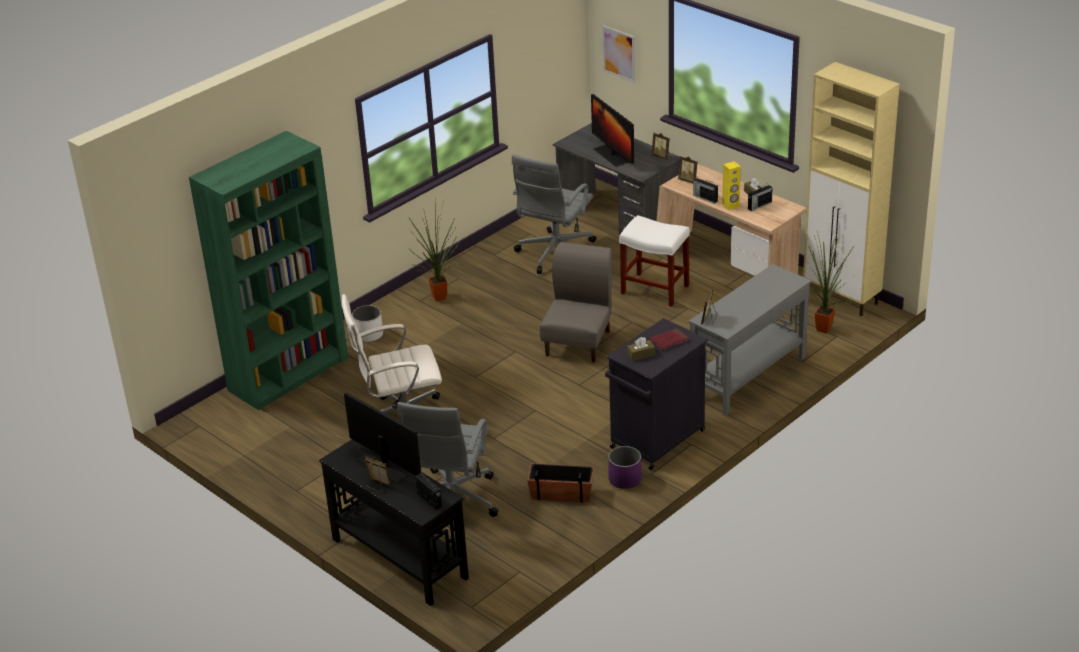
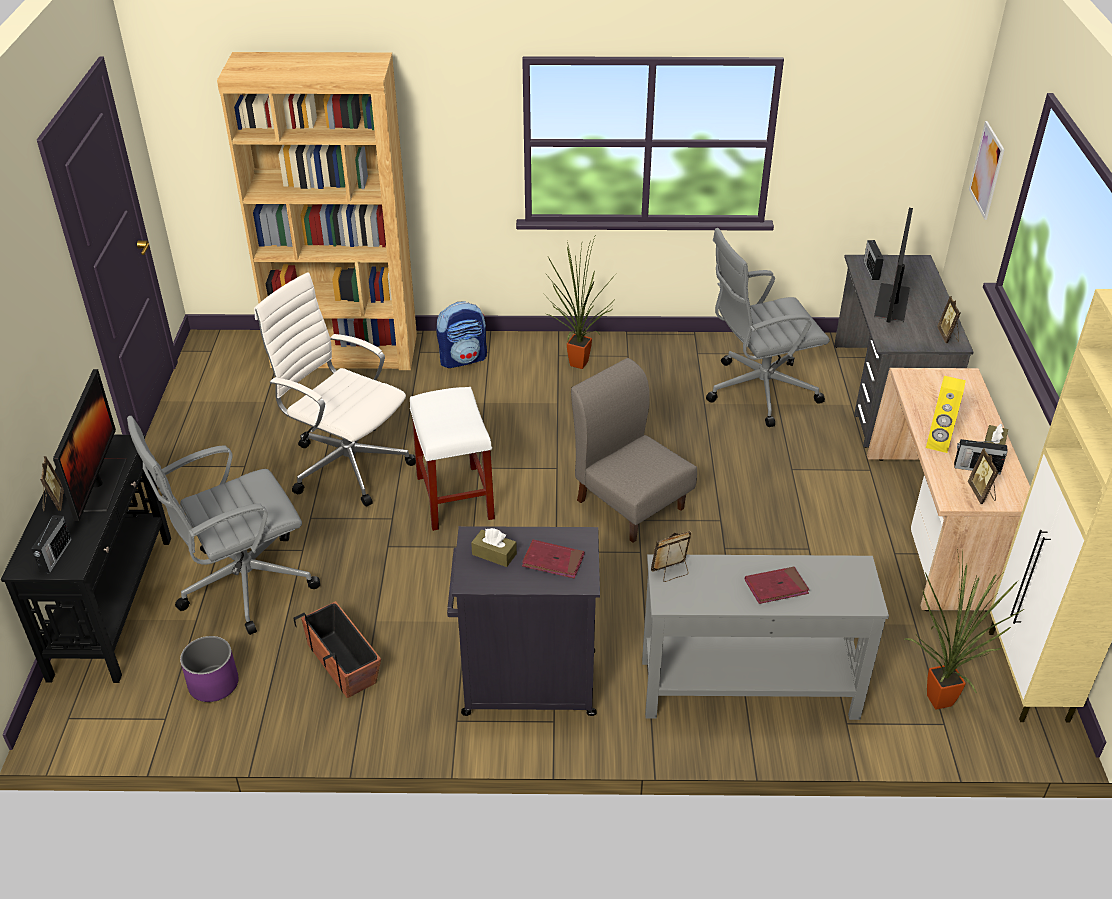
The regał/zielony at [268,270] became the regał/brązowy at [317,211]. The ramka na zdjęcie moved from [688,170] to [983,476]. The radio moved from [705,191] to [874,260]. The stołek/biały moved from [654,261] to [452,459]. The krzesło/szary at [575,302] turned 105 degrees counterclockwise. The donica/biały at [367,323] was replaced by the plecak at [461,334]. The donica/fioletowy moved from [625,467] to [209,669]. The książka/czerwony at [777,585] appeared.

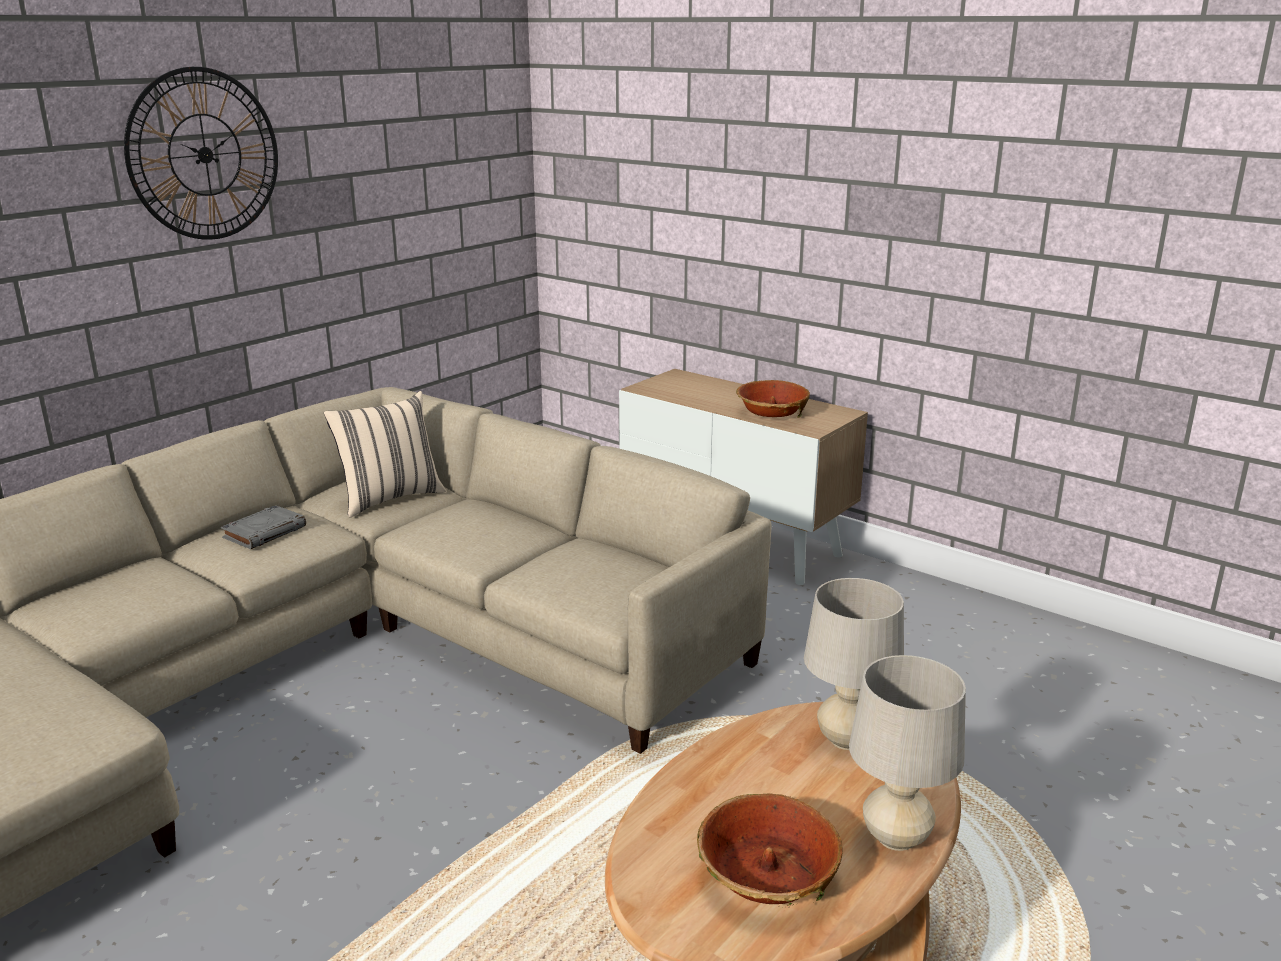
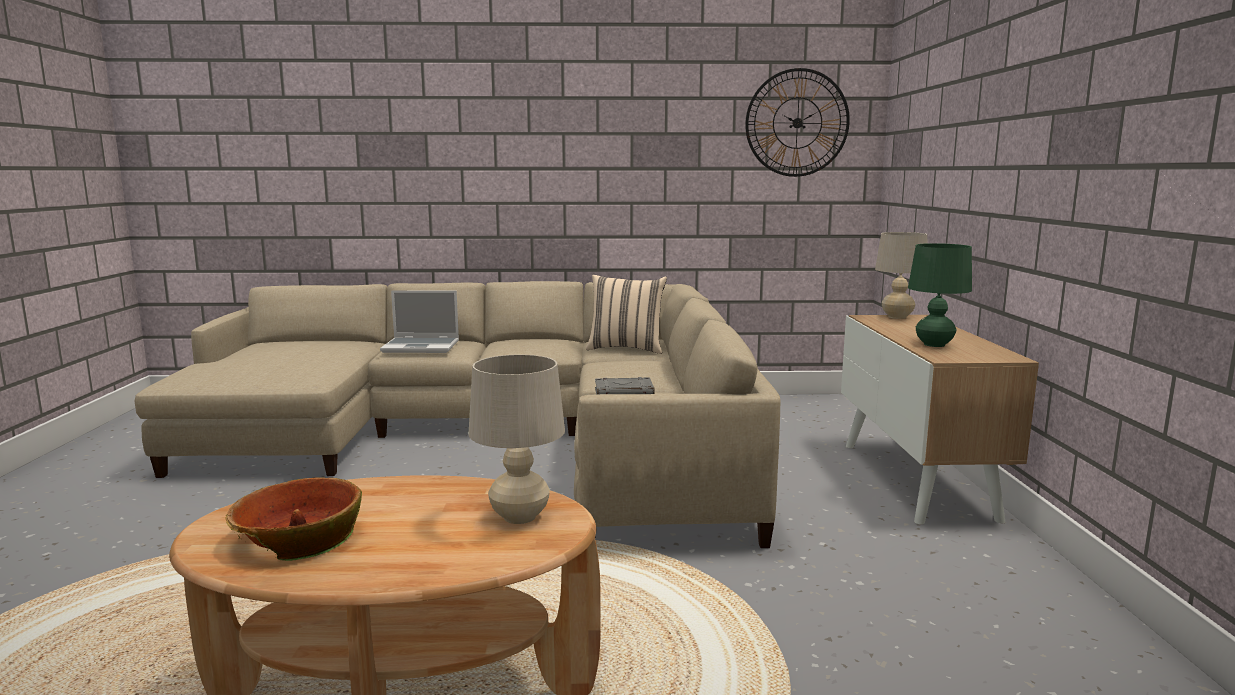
The zegar ścienny moved from [201,153] to [797,122]. The miska at [773,399] was replaced by the lampa stołowa/zielony at [940,295]. The książka/szary moved from [263,527] to [625,386]. The lampa stołowa/beżowy moved from [907,753] to [901,275]. The laptop at [419,322] appeared.

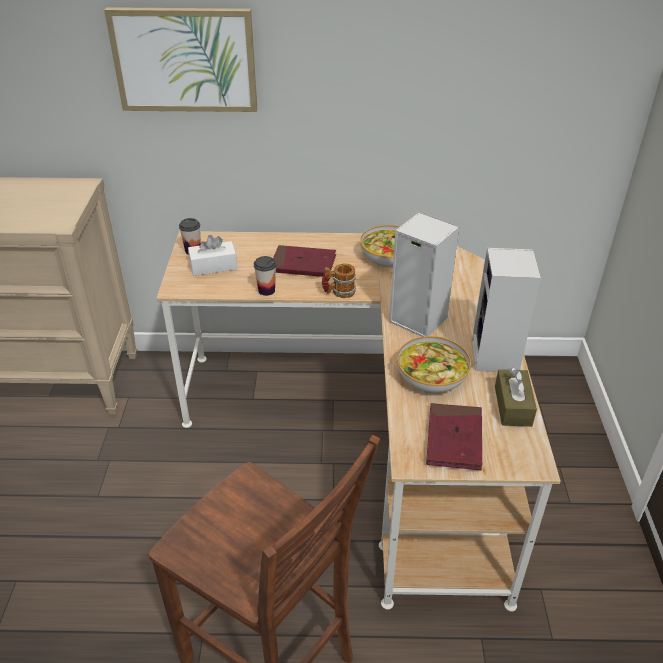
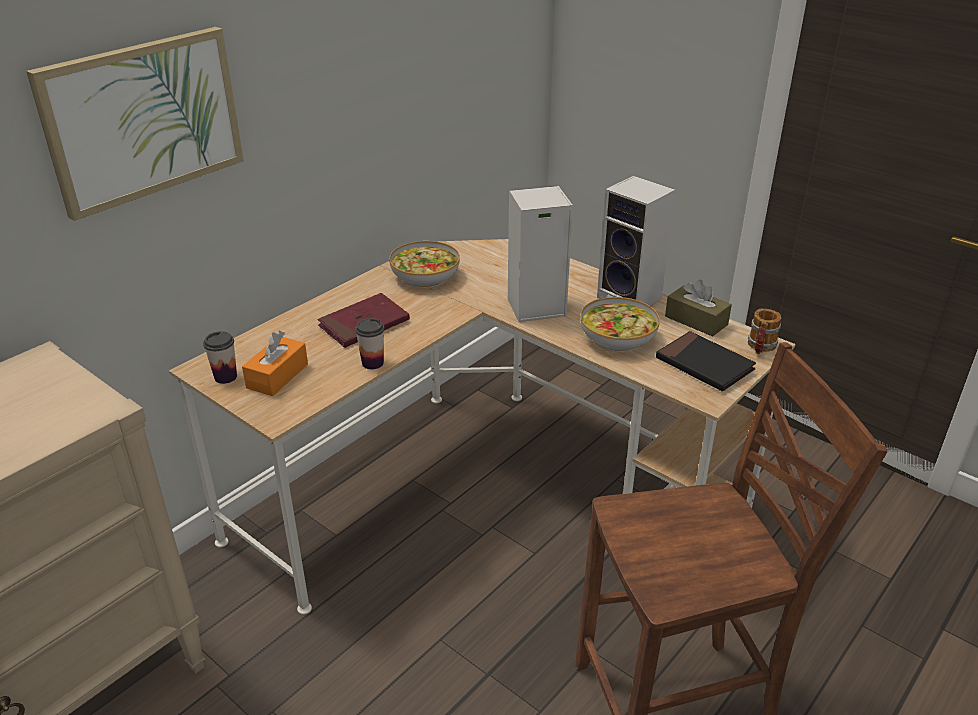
The pudełko chusteczek/biały at [212,255] became the pudełko chusteczek/pomarańczowy at [275,363]. The kubek moved from [339,280] to [764,331]. The książka/czerwony at [454,436] became the książka/czarny at [706,361].

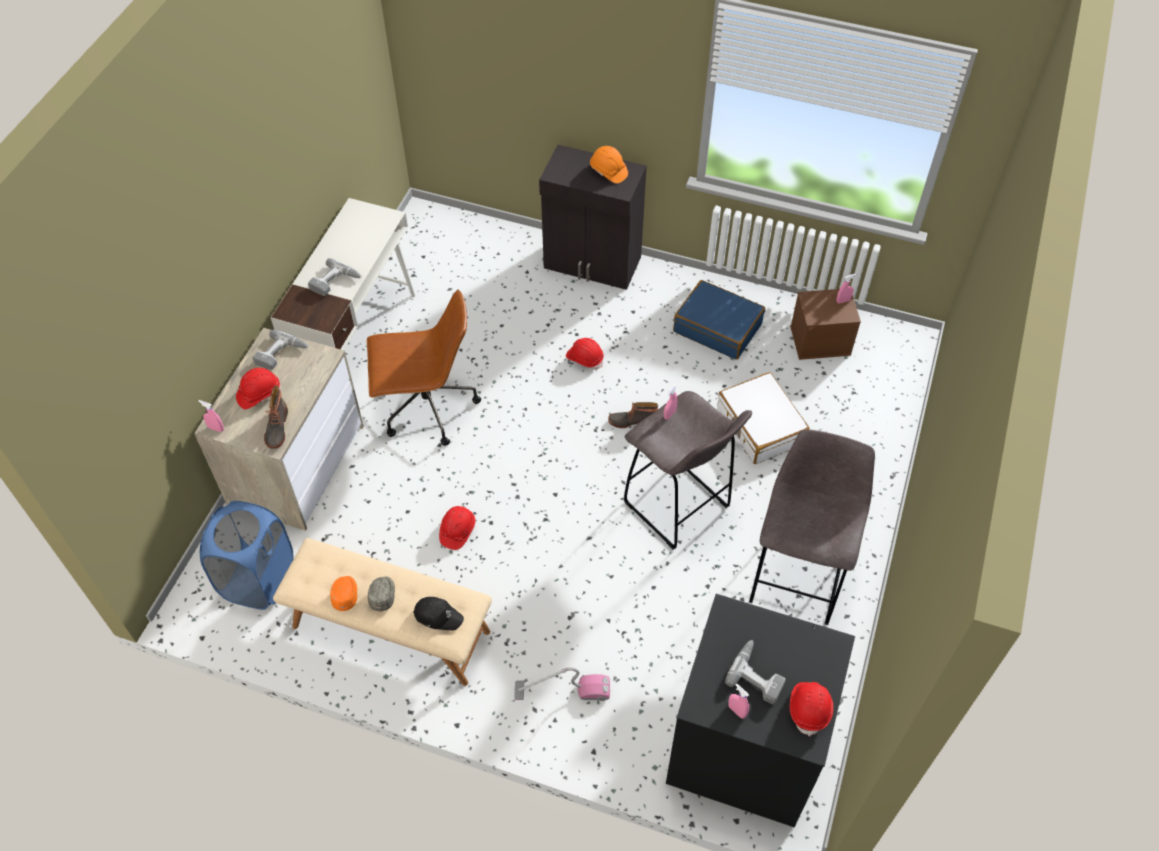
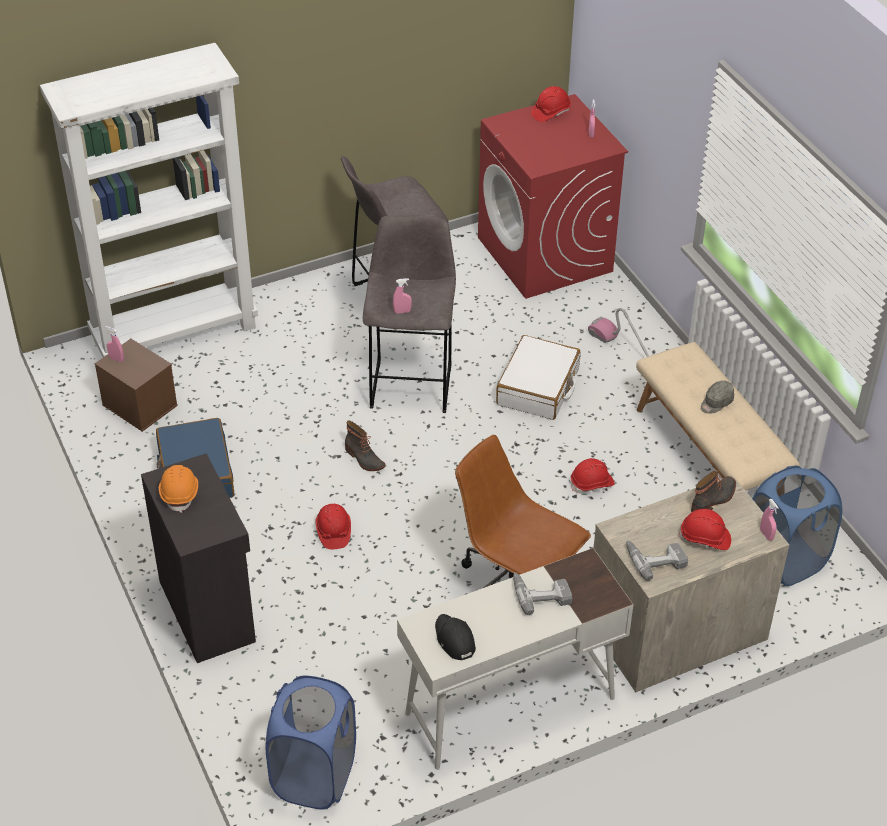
The walizka/biały moved from [764,418] to [538,377]. The czapka z daszkiem/pomarańczowy at [343,593] disappeared. The pralka/czarny at [760,710] became the pralka/czerwony at [553,196]. The czapka z daszkiem/czarny moved from [438,613] to [455,637]. The wiertarka at [755,672] disappeared. The regał/biały at [149,200] appeared. The kosz na pranie/niebieski at [310,743] appeared.

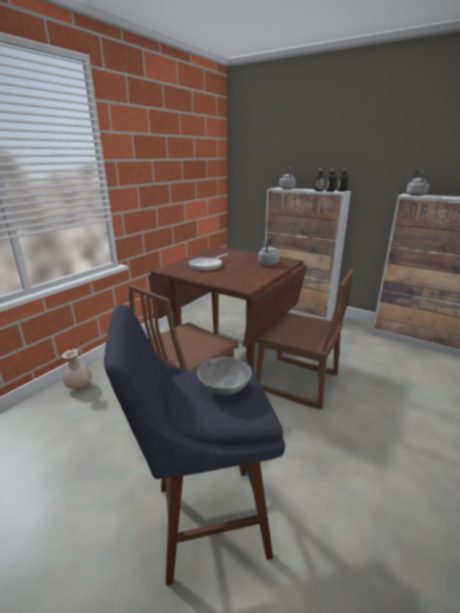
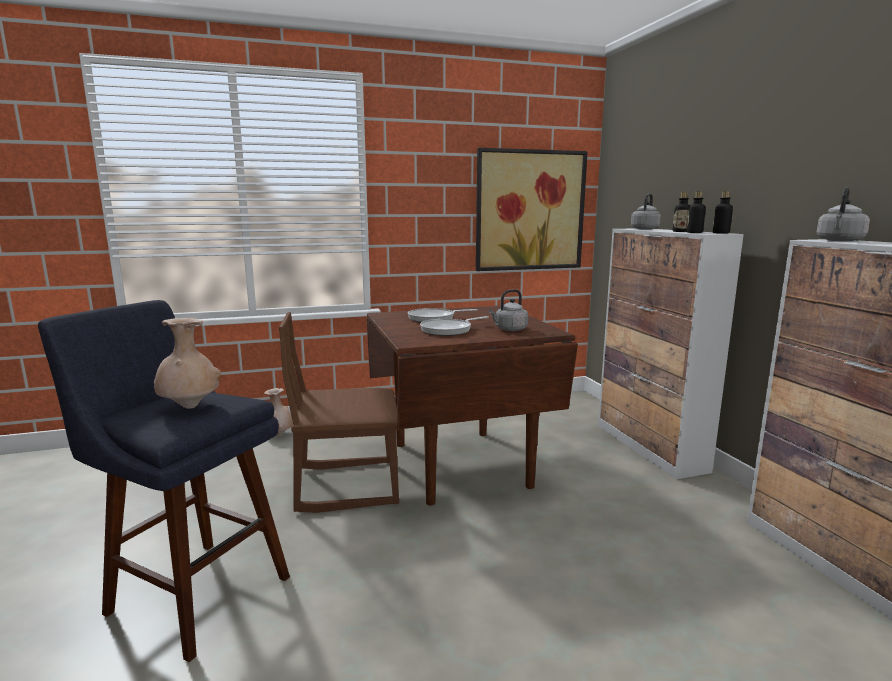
The krzesło/brązowy at [304,339] disappeared. The miska/szary at [224,376] was replaced by the wazon/beżowy at [187,363]. The obraz at [532,209] appeared. The patelnia at [454,326] appeared.

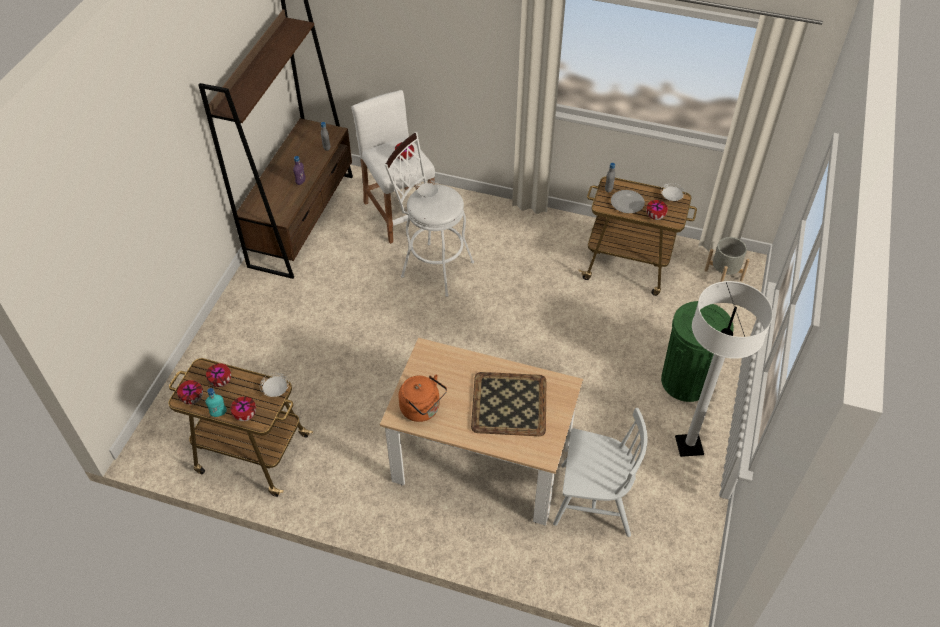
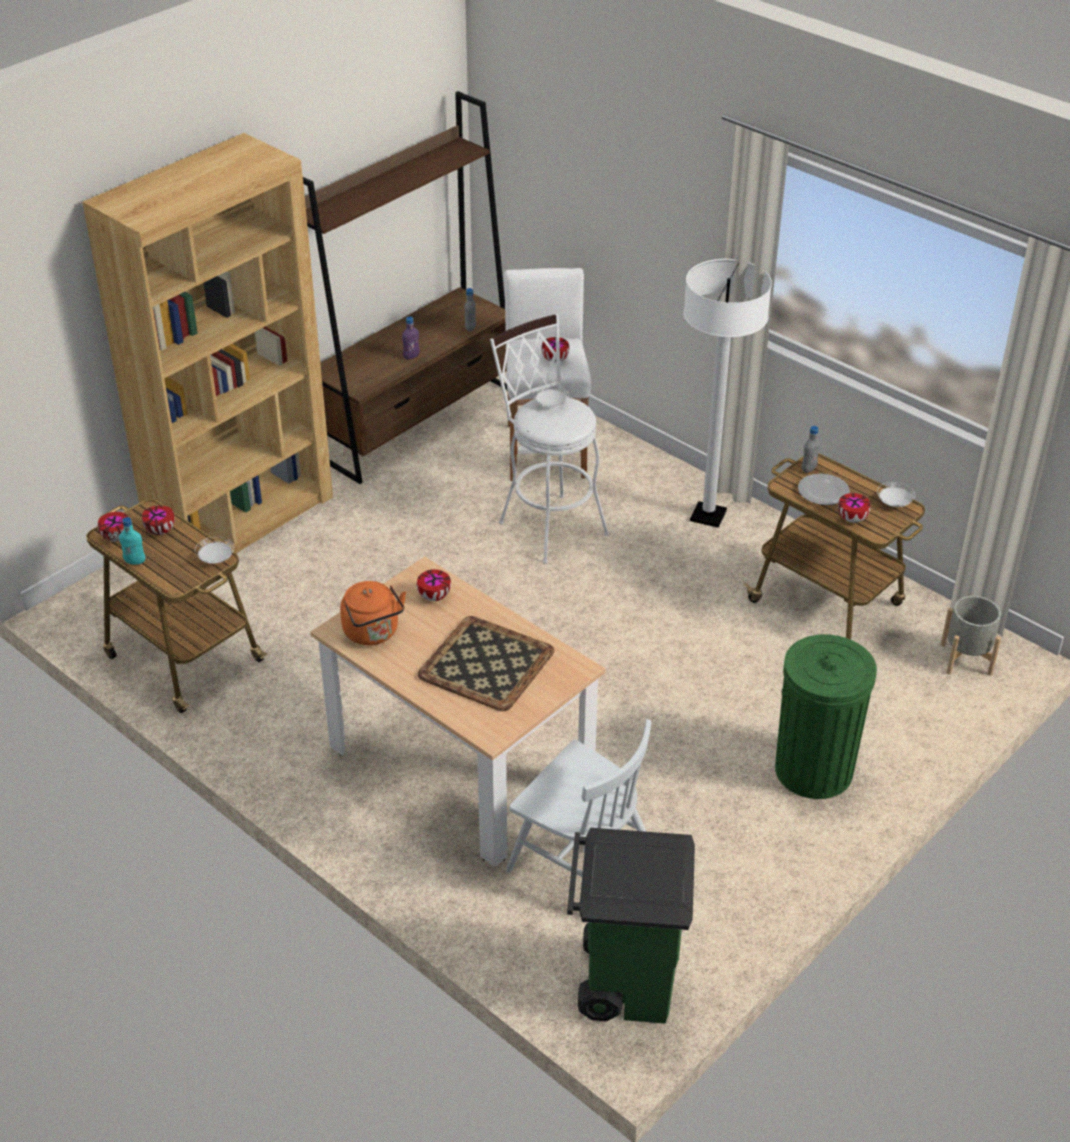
The lampa stojąca/biały moved from [724,369] to [727,393]. The miska moved from [243,409] to [434,585]. The regał/brązowy at [207,351] appeared. The kosz na śmieci/zielony at [631,925] appeared.

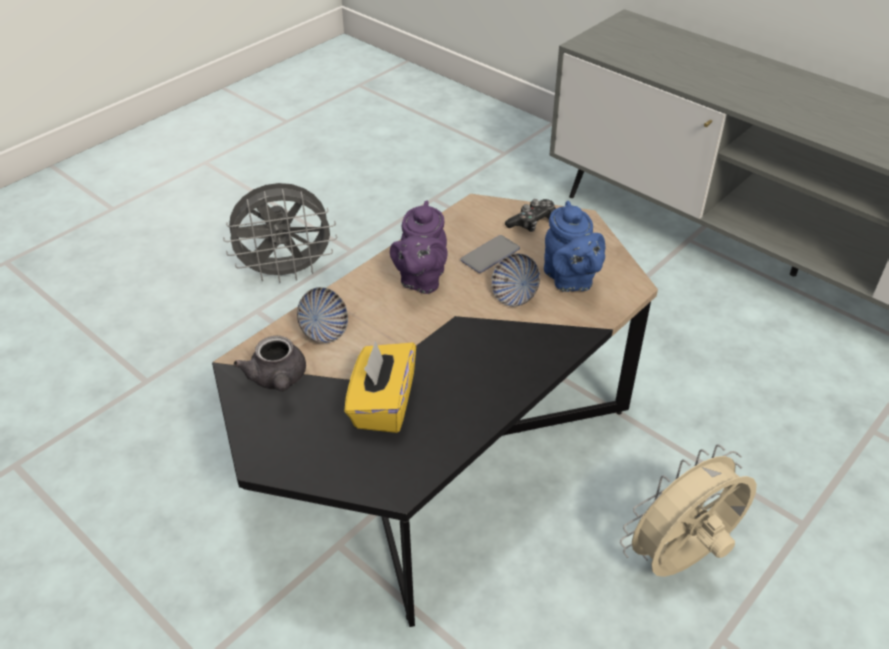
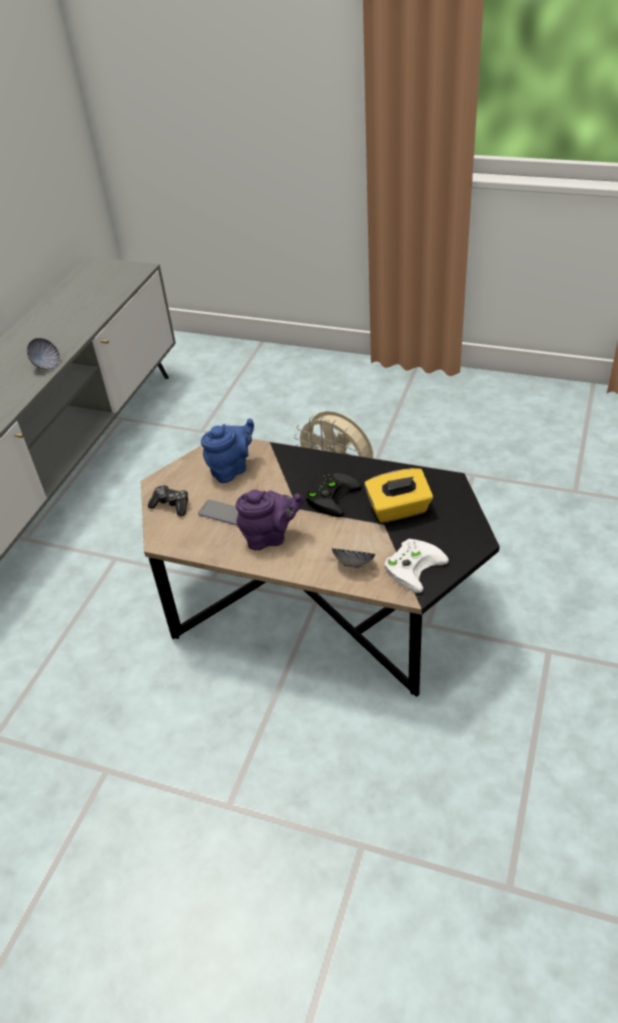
The wentylator/szary at [280,233] disappeared. The miska moved from [515,279] to [43,354]. The imbryk/szary at [270,363] was replaced by the pad do gier/biały at [417,566]. The pad do gier/czarny at [334,495] appeared.

